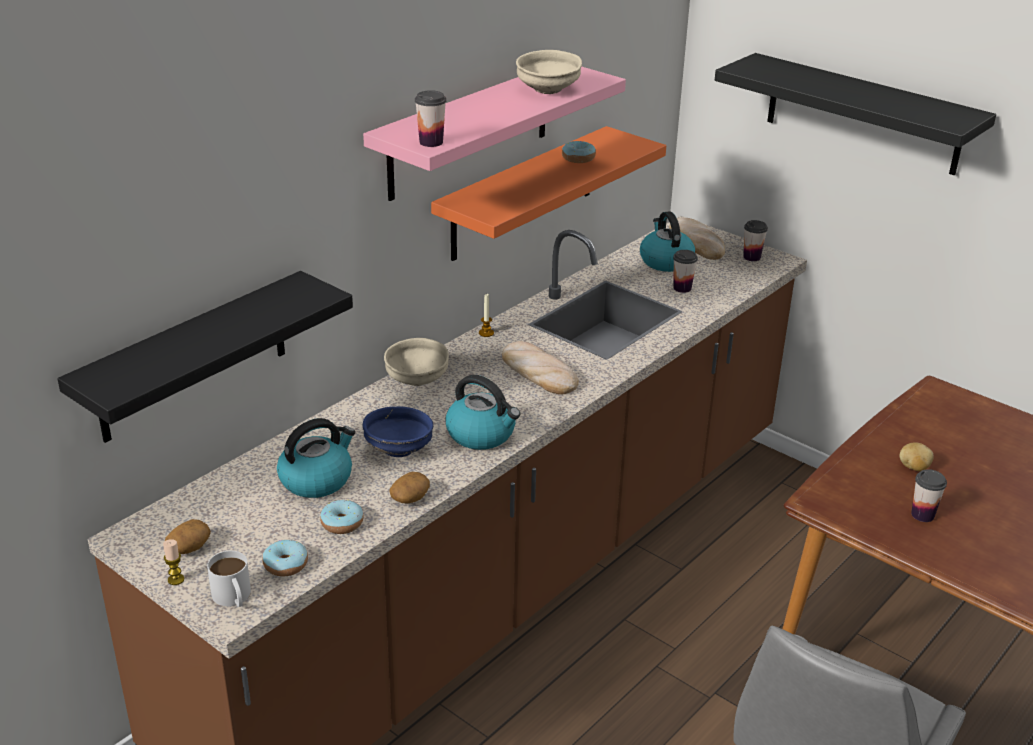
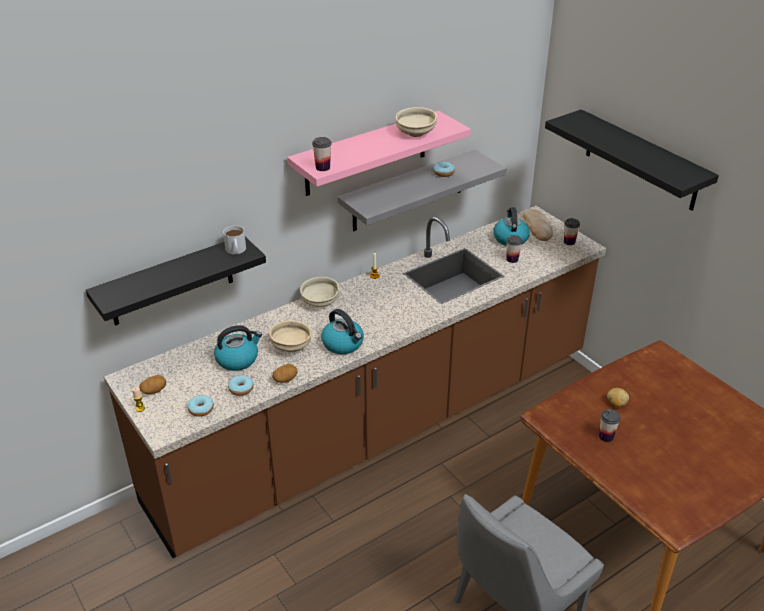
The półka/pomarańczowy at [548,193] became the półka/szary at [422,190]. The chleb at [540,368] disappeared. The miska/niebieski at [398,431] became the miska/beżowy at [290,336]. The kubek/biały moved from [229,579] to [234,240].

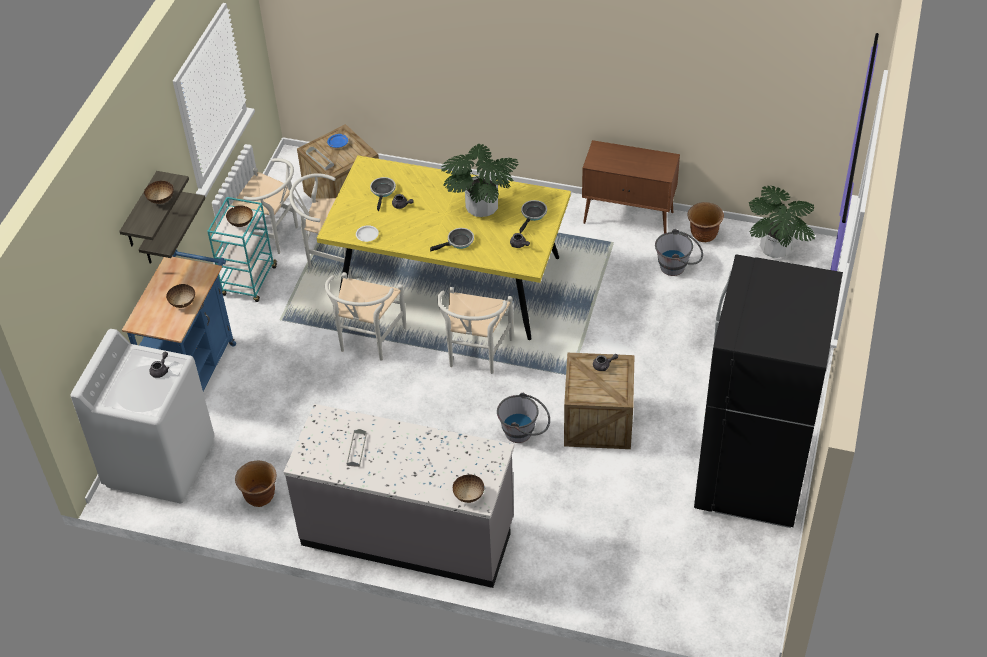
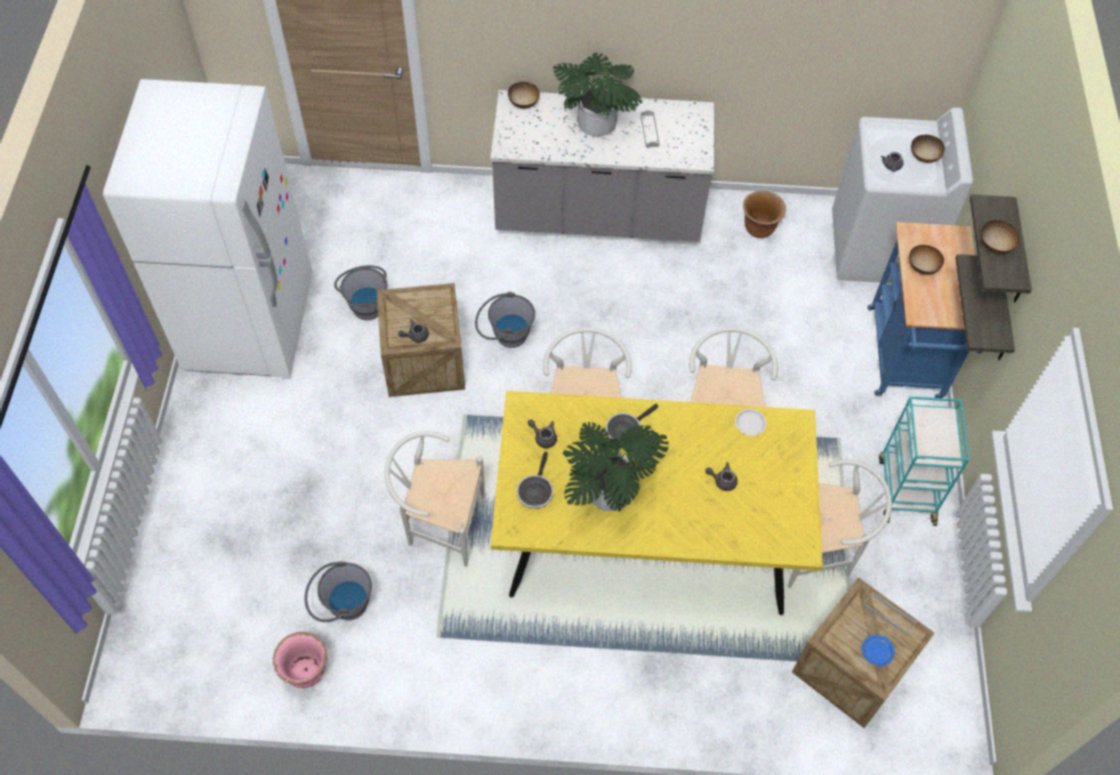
The szafka/brązowy at [631,186] disappeared. The krzesło/biały moved from [262,206] to [435,499]. The patelnia at [383,194] disappeared. The roślina doniczkowa moved from [782,222] to [598,95]. The donica/brązowy at [706,222] became the donica/różowy at [300,660]. The miska moved from [239,216] to [928,149]. The lodówka/czarny at [768,391] became the lodówka/biały at [207,228]. The wiadro/szary at [360,293] appeared.

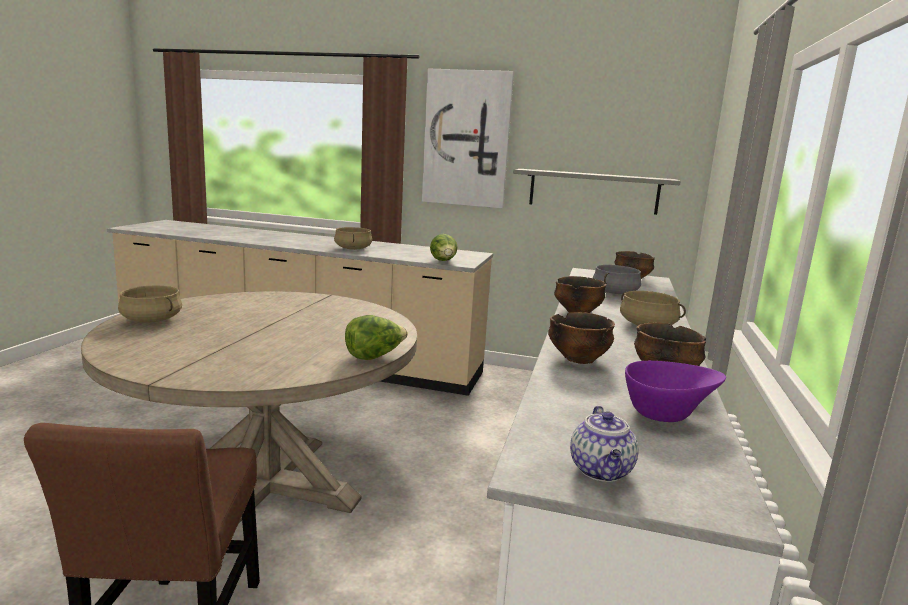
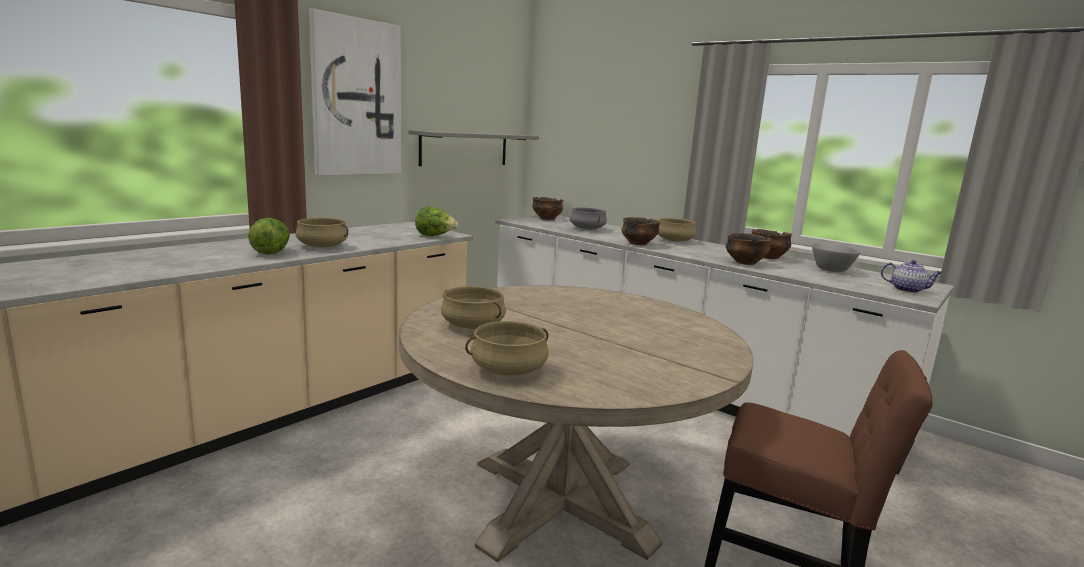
The sałata moved from [376,337] to [269,236]. The miska/fioletowy at [675,391] became the miska/szary at [836,257]. The garnek/beżowy at [473,307] appeared.

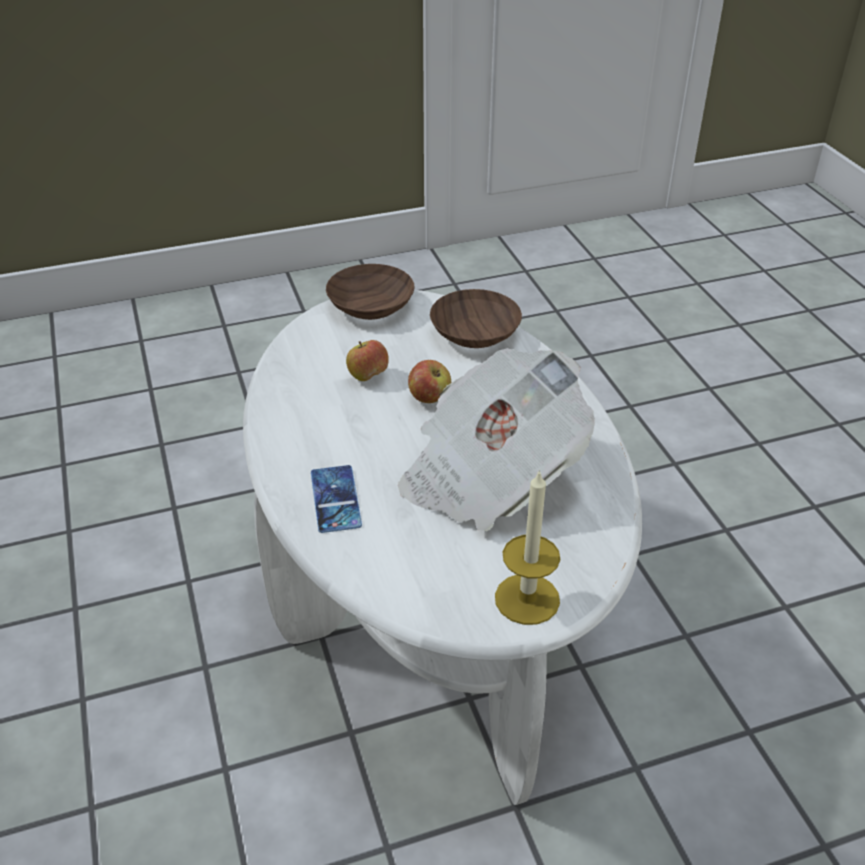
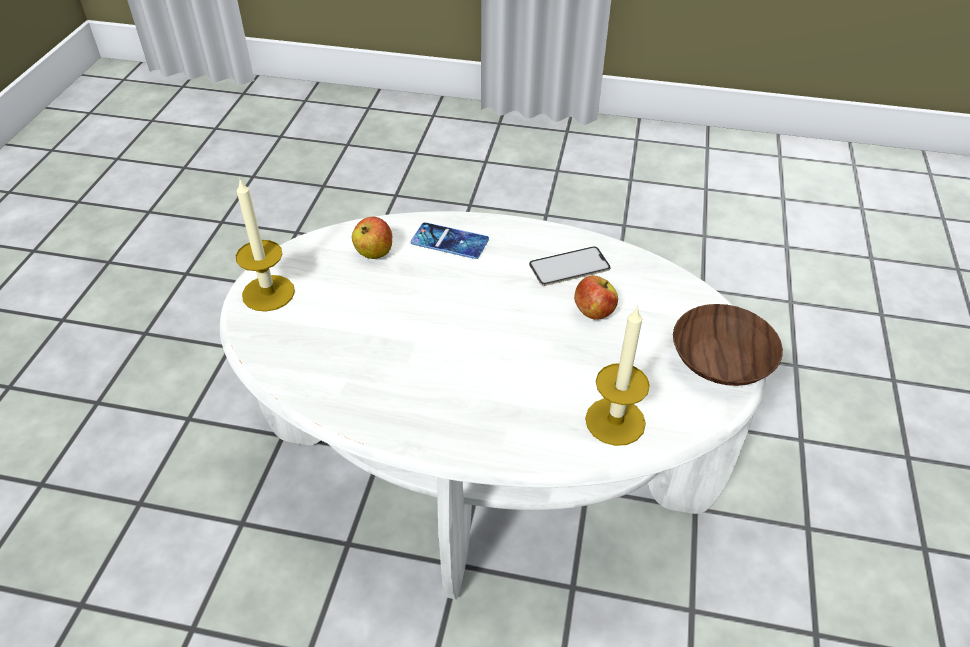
The miska/brązowy at [476,318] was replaced by the świeca at [617,375]. The gazeta at [496,439] disappeared. The jabłko moved from [429,381] to [372,238]. The telefon at [570,266] appeared.

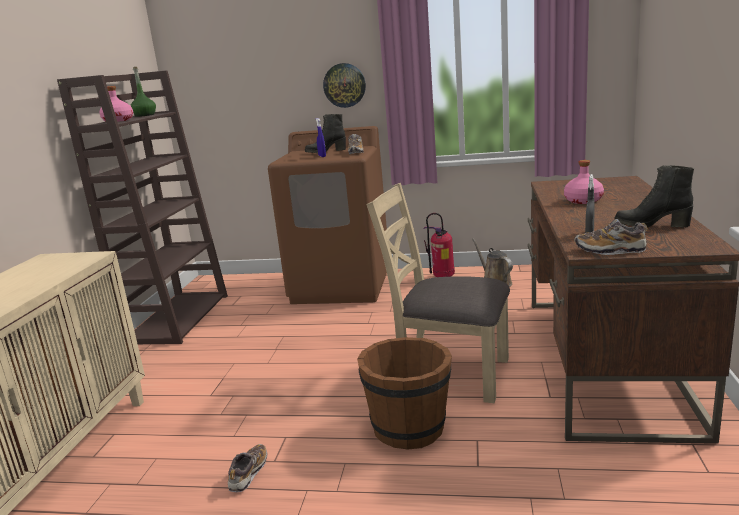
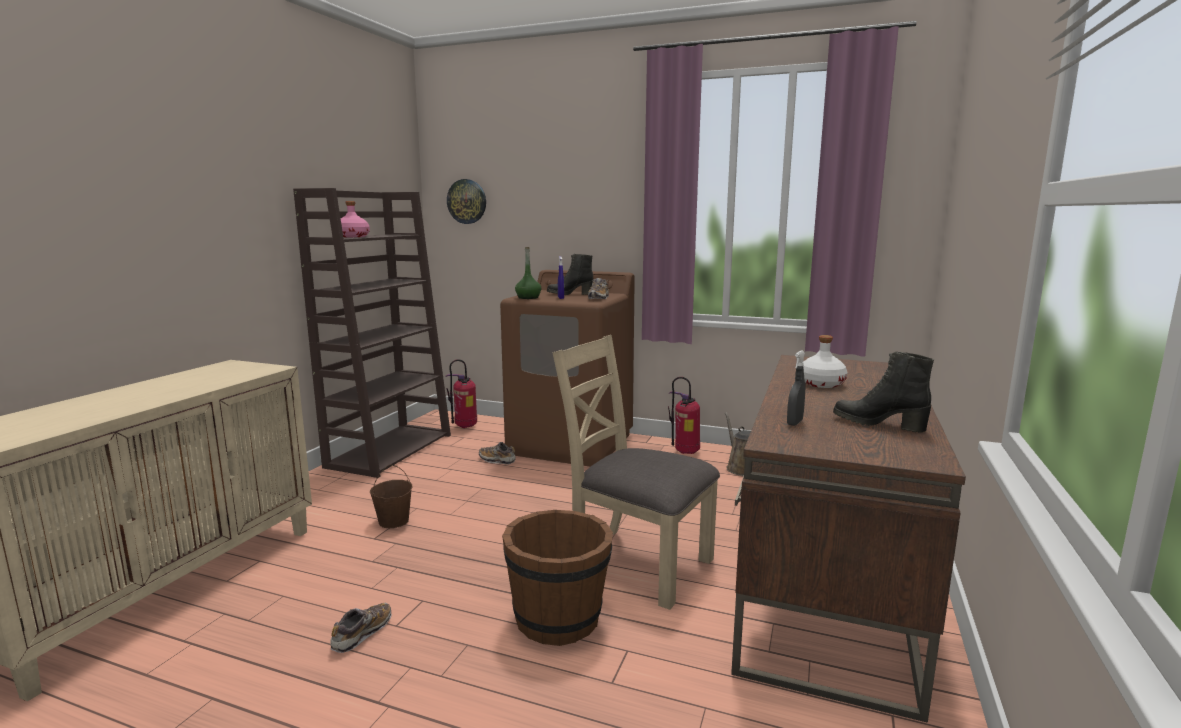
The zegar ścienny moved from [344,85] to [466,201]. The butelka/zielony moved from [143,92] to [528,273]. The butelka/różowy at [584,182] became the butelka/biały at [825,361]. The but moved from [611,237] to [497,453]. The gaśnica at [461,393] appeared. The wiadro/brązowy at [391,496] appeared.

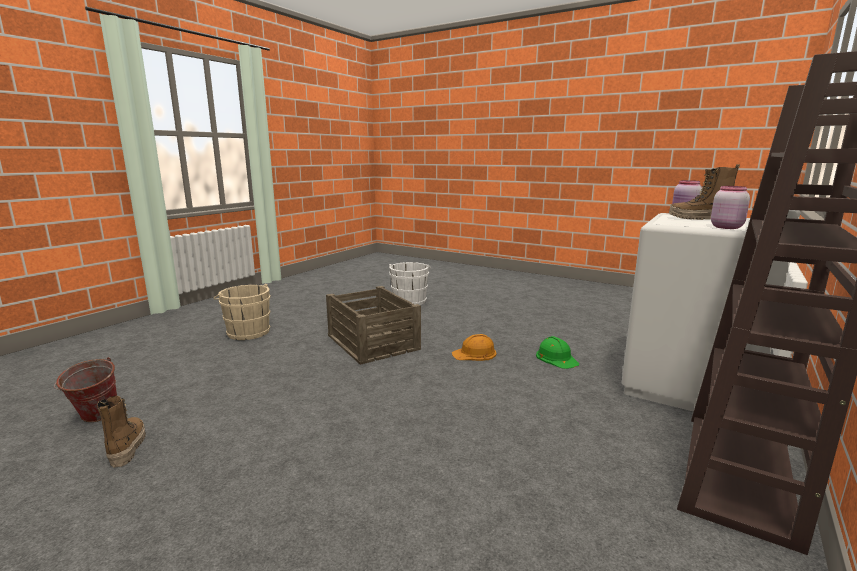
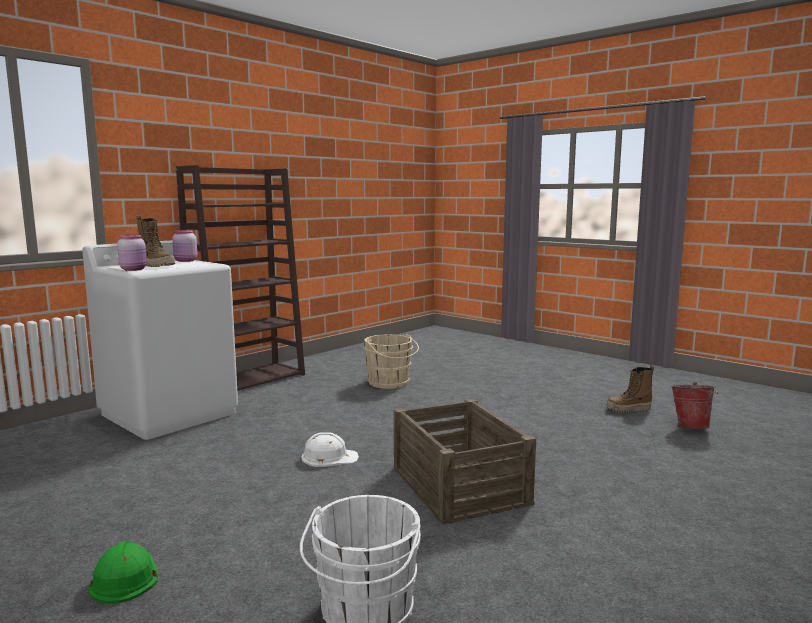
The wiadro/beżowy moved from [242,312] to [391,361]. The kask/pomarańczowy at [474,347] became the kask/biały at [330,449]. The kask/zielony moved from [557,352] to [123,572]. The but z cholewką at [121,432] turned 90 degrees clockwise.

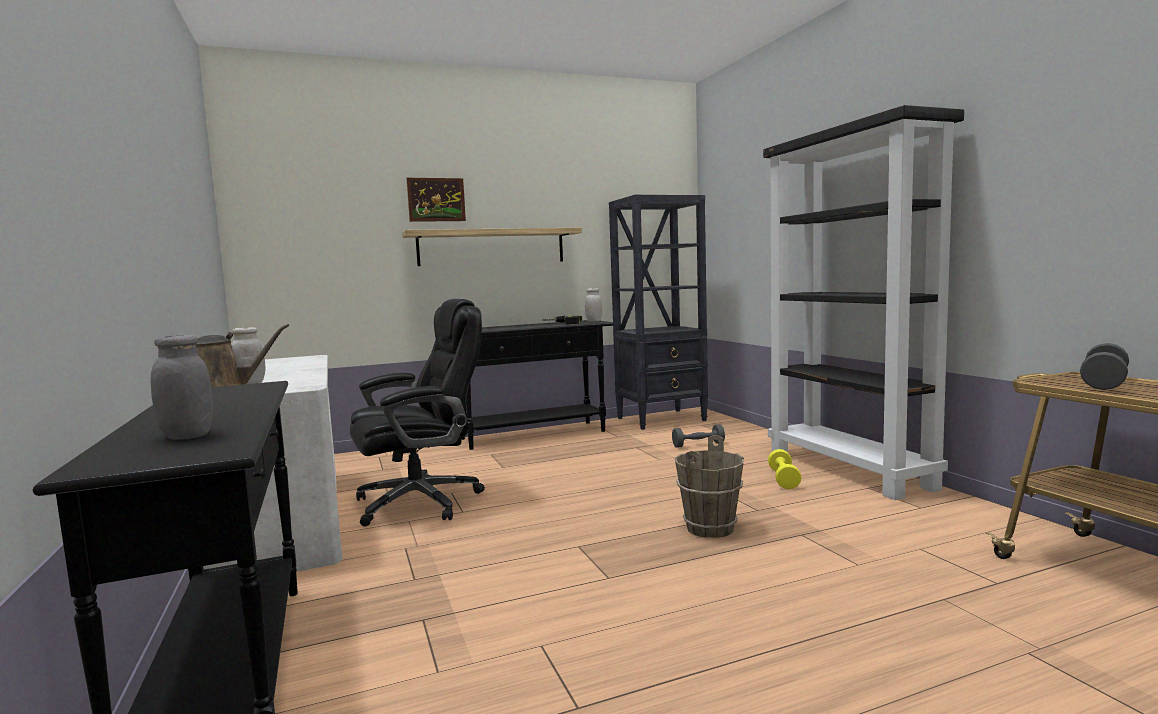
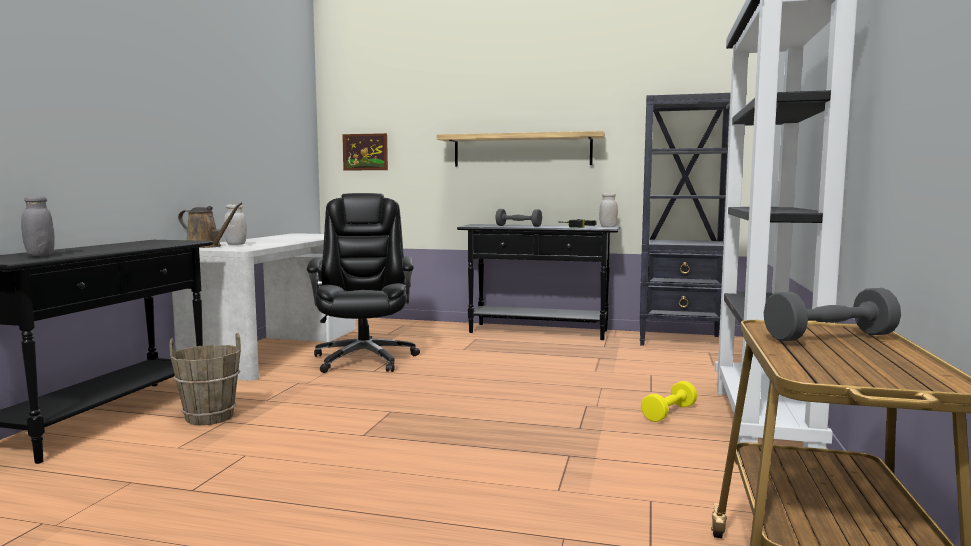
The obraz moved from [436,200] to [365,152]. The krzesło biurowe/czarny at [417,412] turned 105 degrees counterclockwise. The hantel/szary moved from [698,436] to [518,218]. The wiadro/brązowy moved from [709,486] to [205,379].

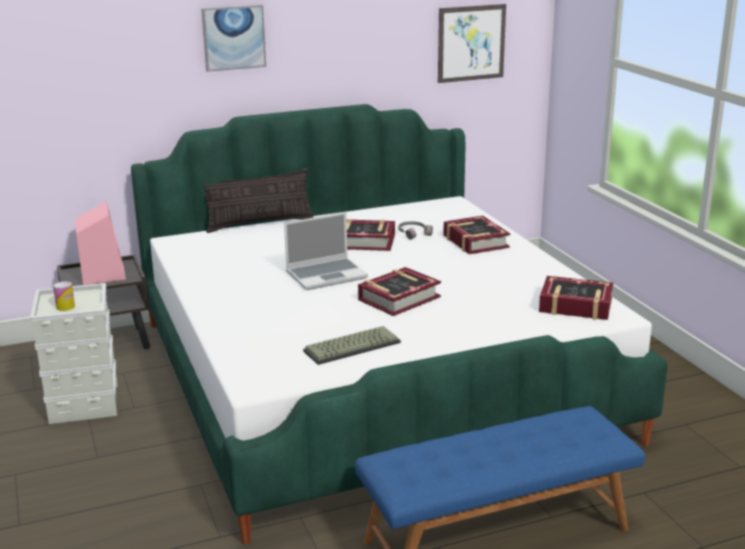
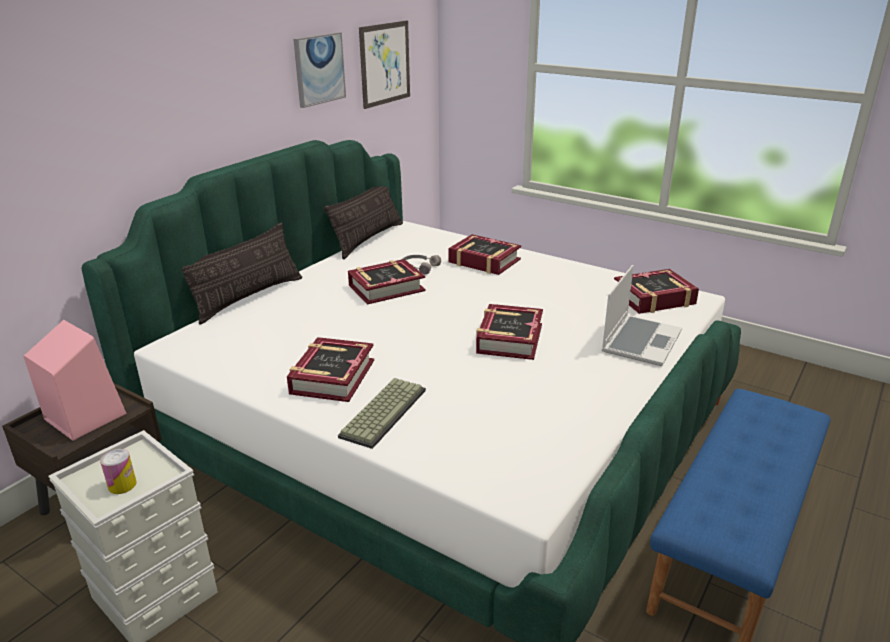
The obraz moved from [233,38] to [319,70]. The laptop moved from [326,251] to [642,315]. The klawiatura moved from [352,345] to [382,413]. The poduszka at [363,223] appeared. The książka at [330,369] appeared.

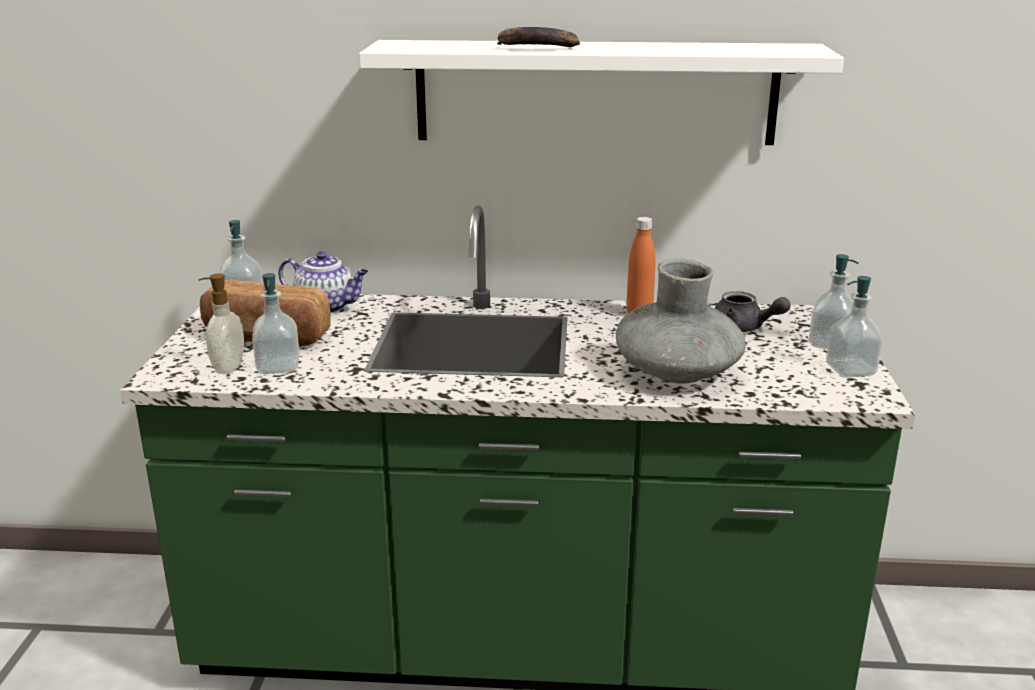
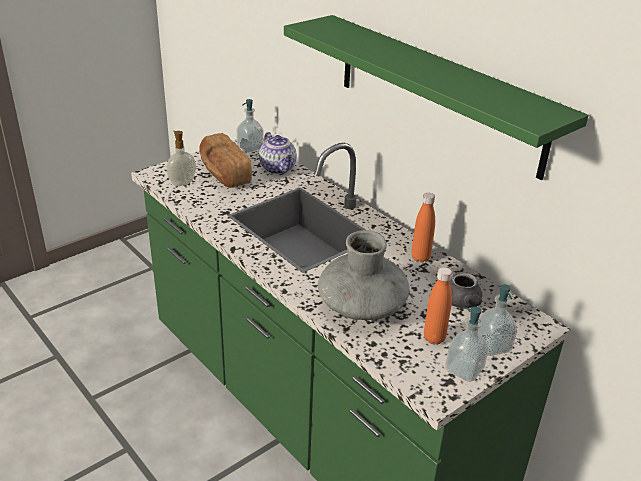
The banan at [538,37] disappeared. The półka/biały at [601,92] became the półka/zielony at [436,97]. The dozownik mydła at [275,323] disappeared. The butelka/pomarańczowy at [438,306] appeared.

